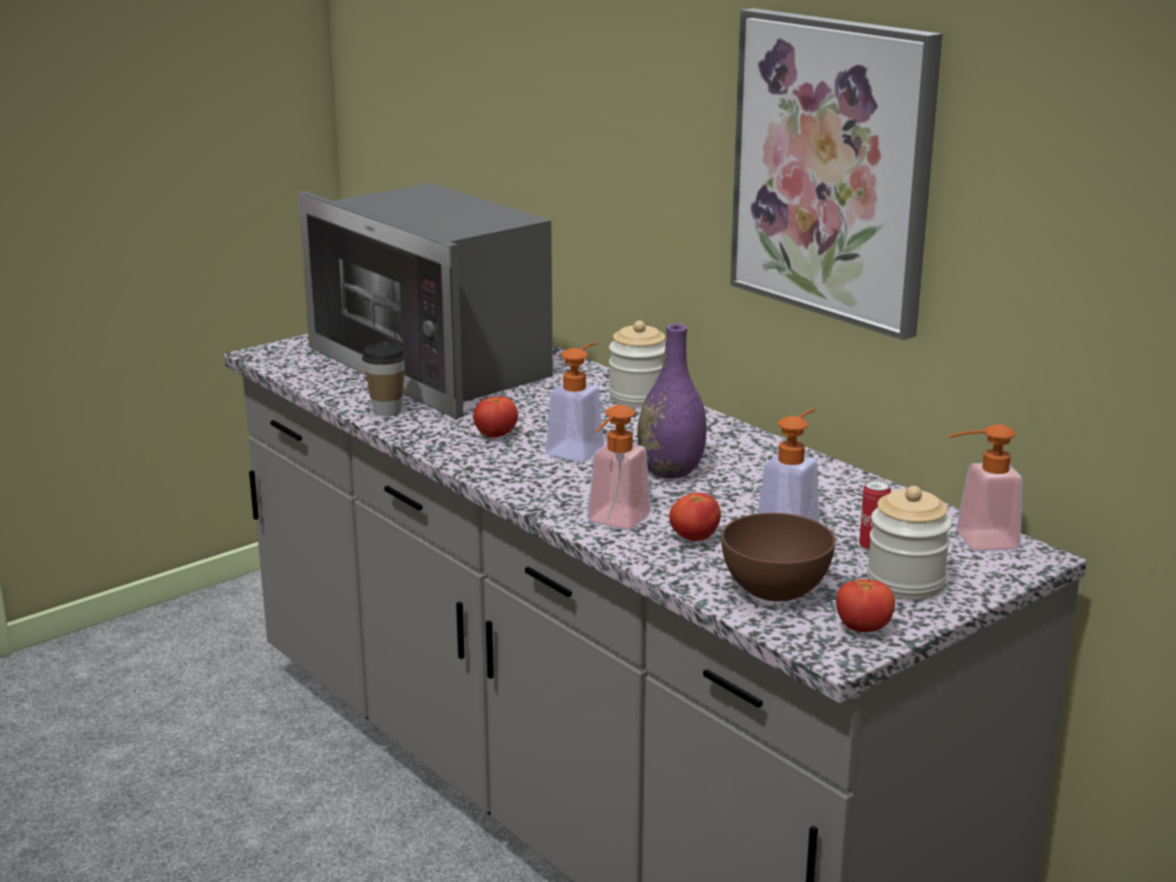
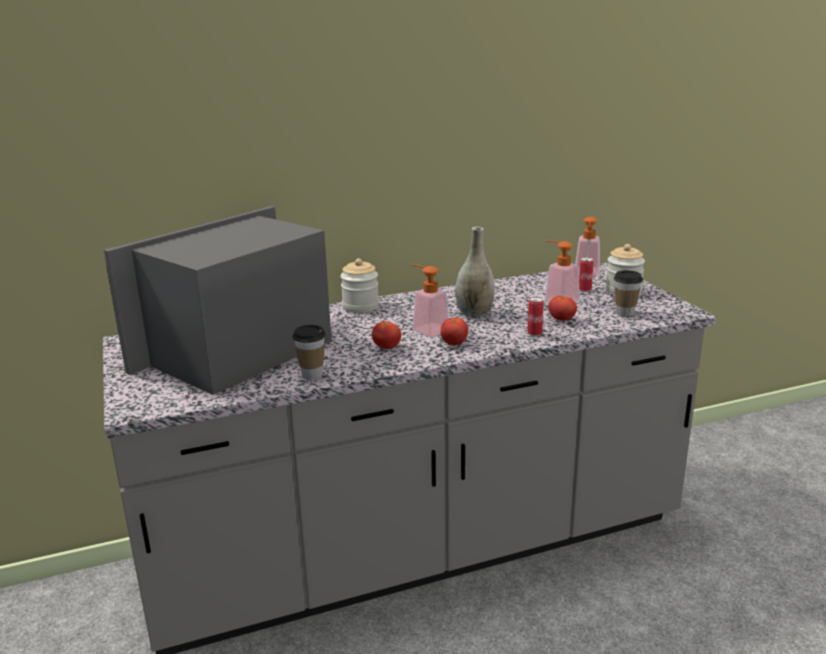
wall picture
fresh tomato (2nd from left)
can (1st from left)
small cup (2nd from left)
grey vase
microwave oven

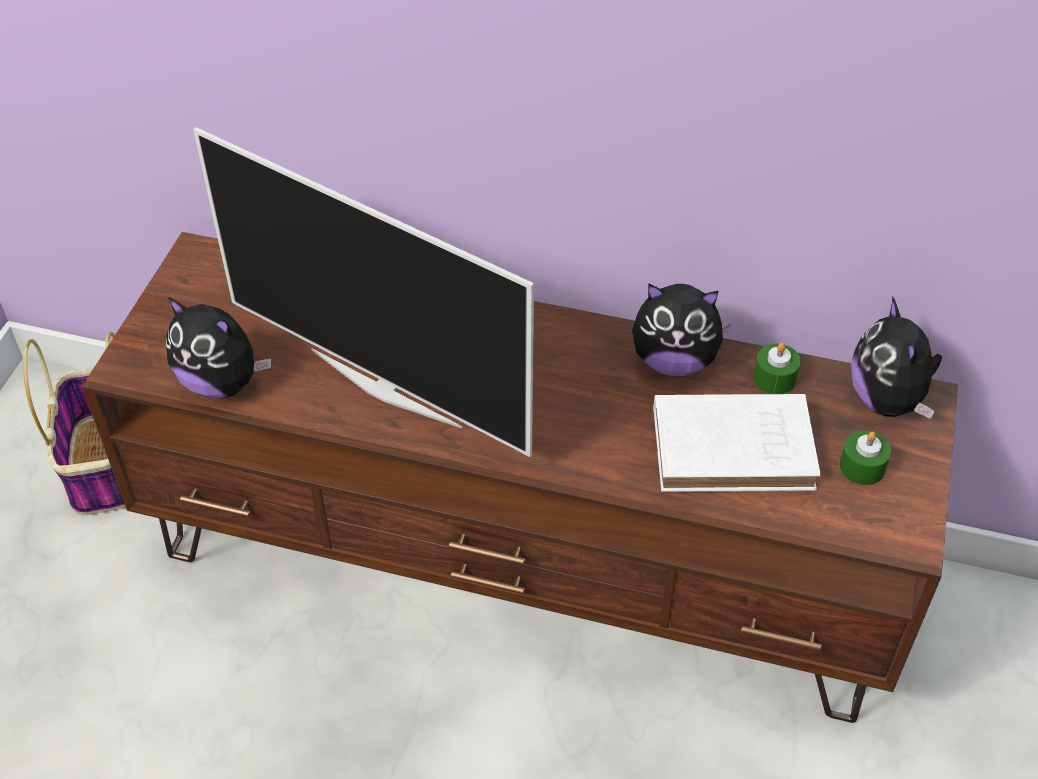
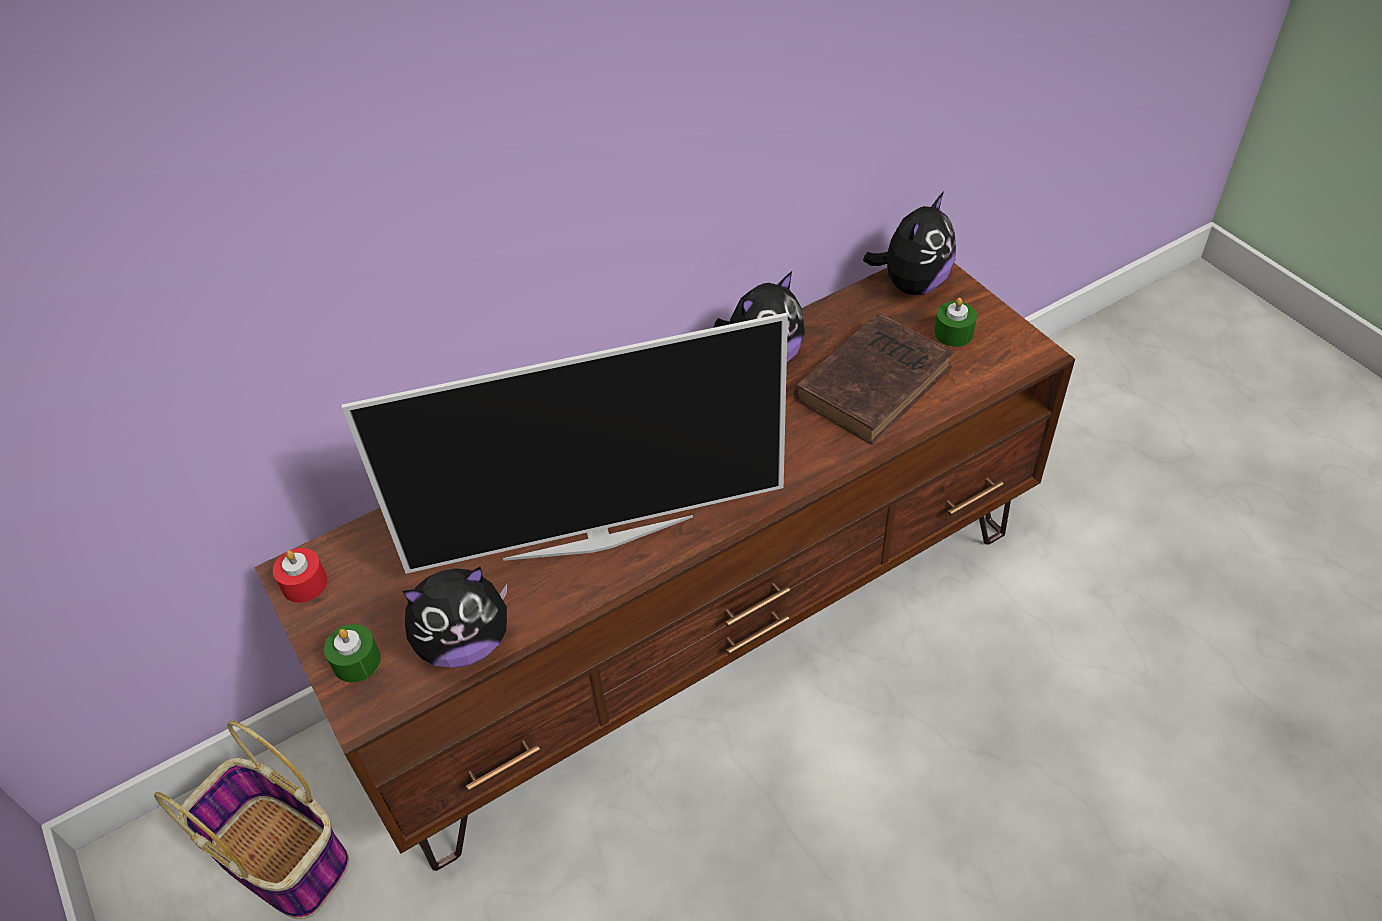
red-coloured wax light
green-coloured wax light (1st from left)
brown book
cuddly toy (3rd from left)

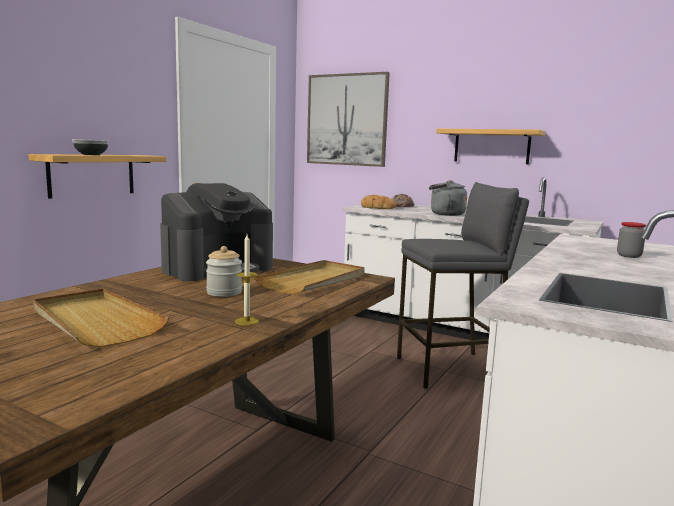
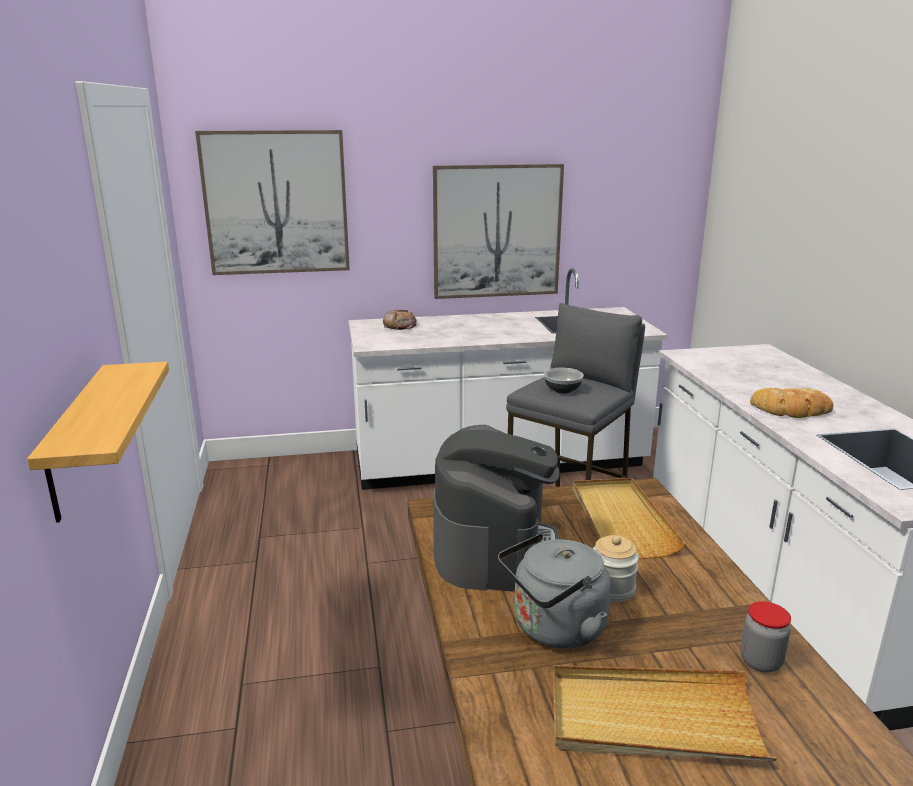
wax light
serving bowl
bread (2nd from left)
grey water kettle
storage jar (2nd from left)
wall picture (2nd from left)

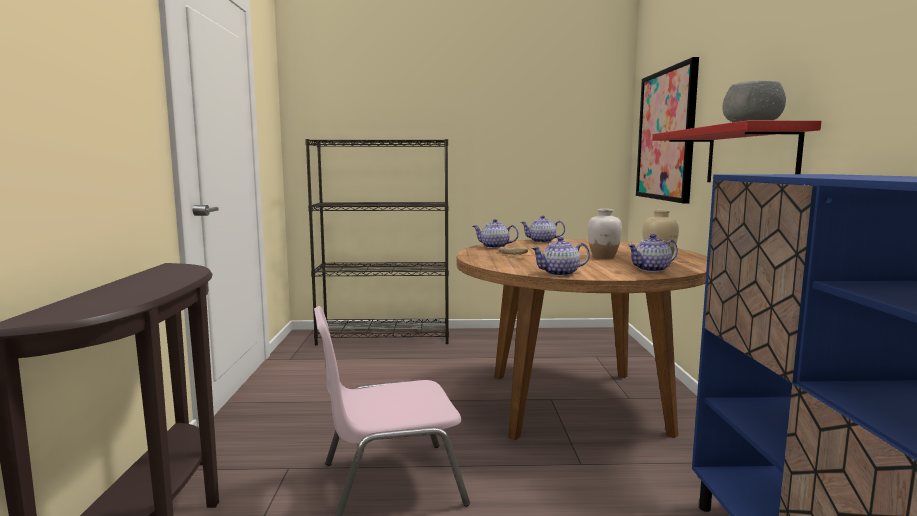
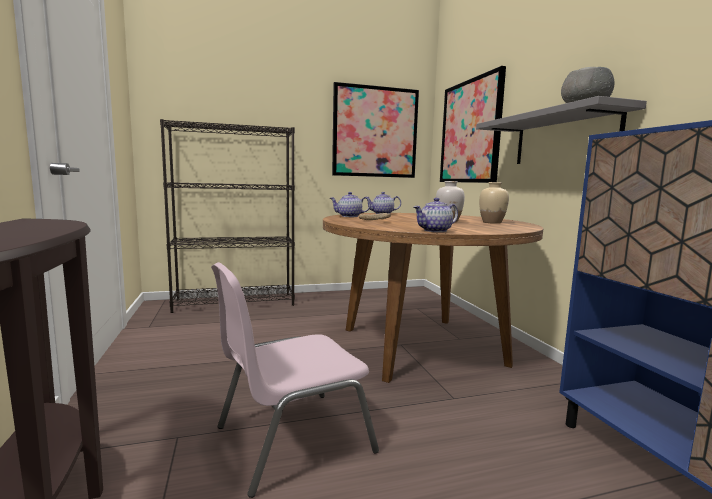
tea pot (4th from left in the first image)
wall picture (1st from left)
grey bracket shelf

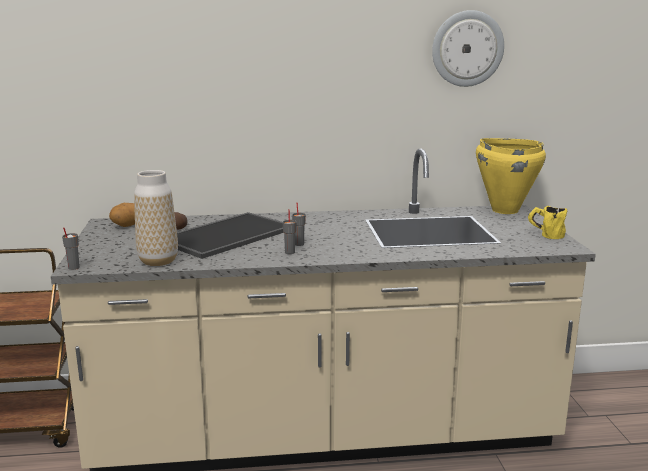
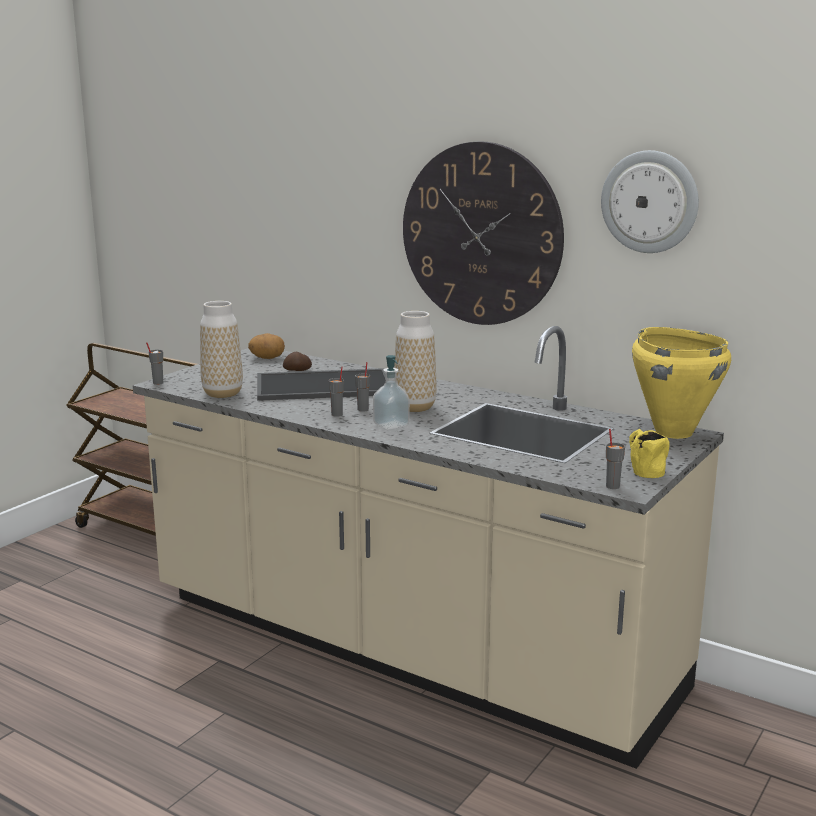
soap bottle
vase (2nd from left)
wall clock (1st from left)
grey small cup (4th from left)

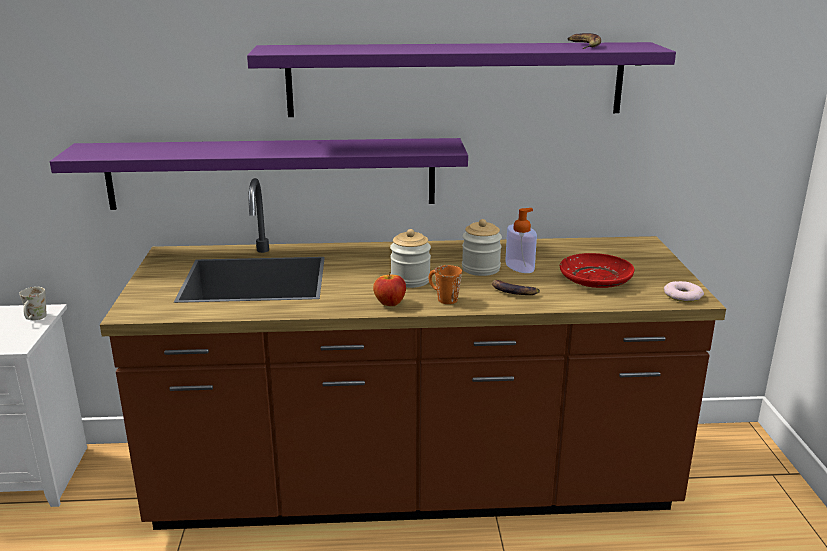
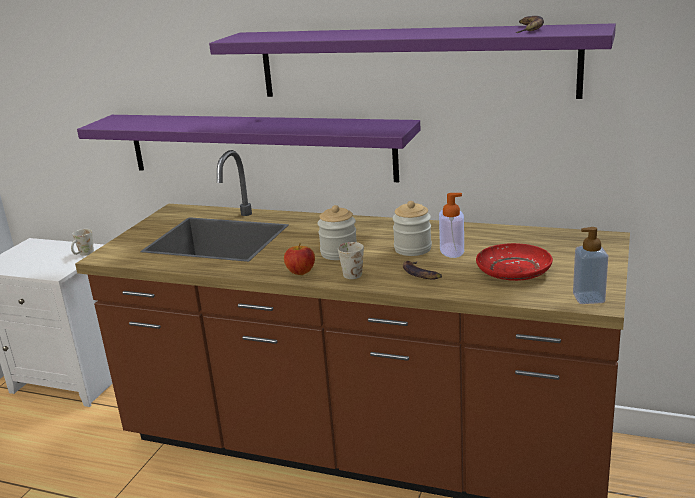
soap bottle (2nd from left)
whitish mug (2nd from left)

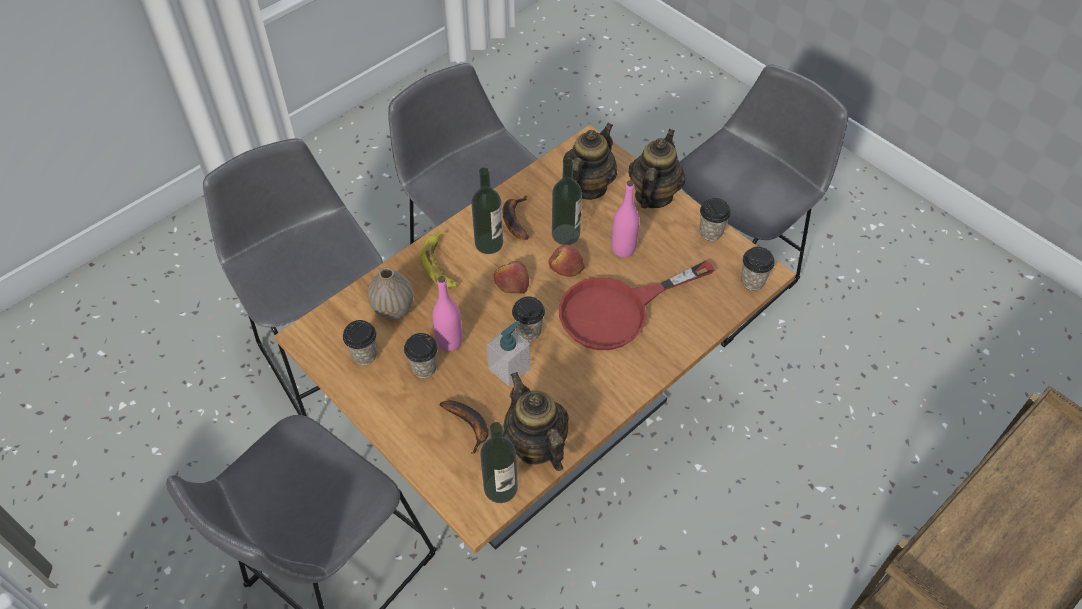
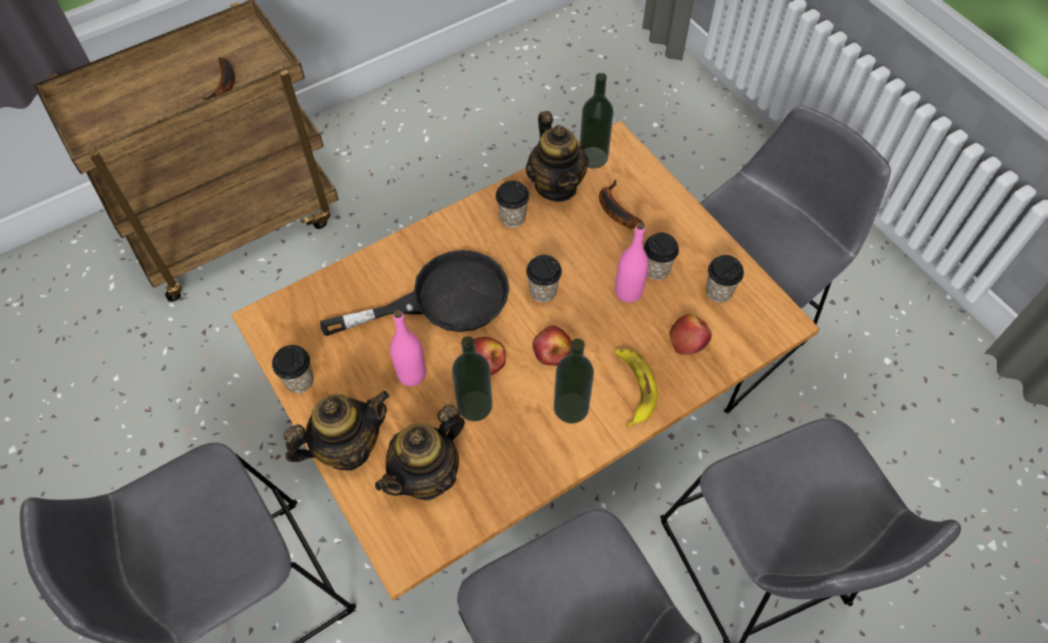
soap bottle
banana (1st from left)
small cup (2nd from left)
whole apple (3rd from left)
black-coloured pan
tea pot (1st from left)

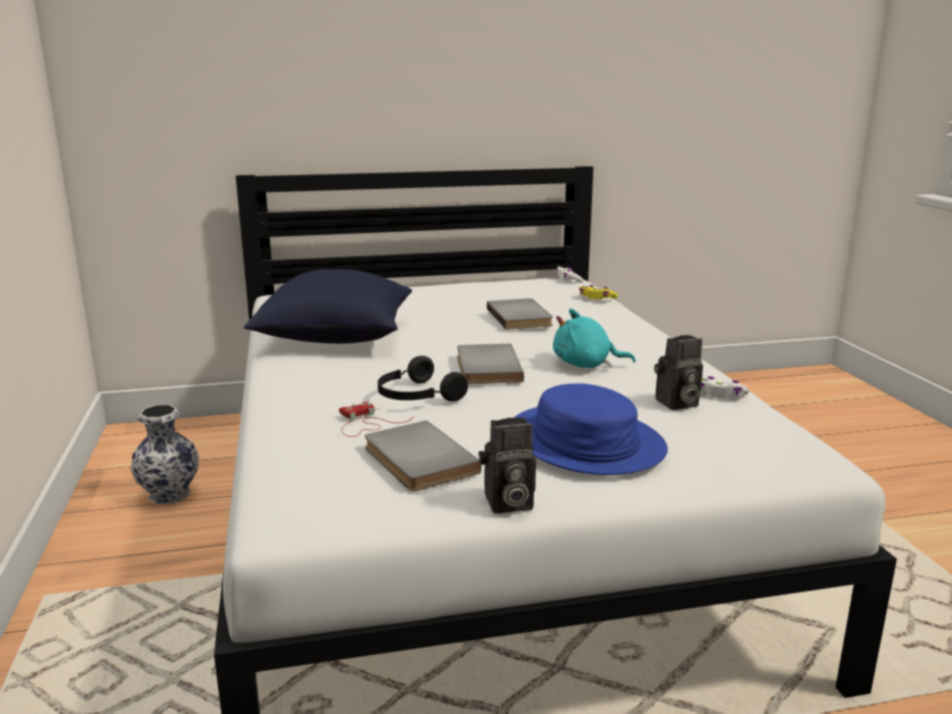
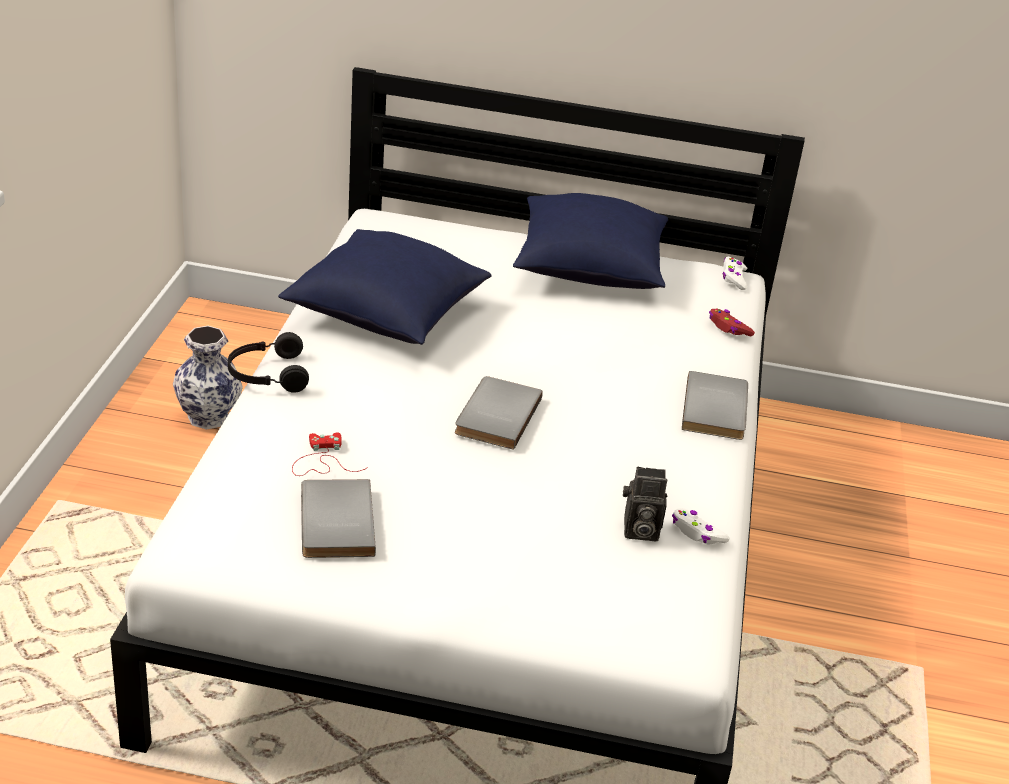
photo camera (1st from left in the first image)
bluish wearable hat
blue-green cuddly toy
bluish throw pillow (2nd from left)
black-coloured headphones
grey book (3rd from left)
red-coloured gamepad (2nd from left)

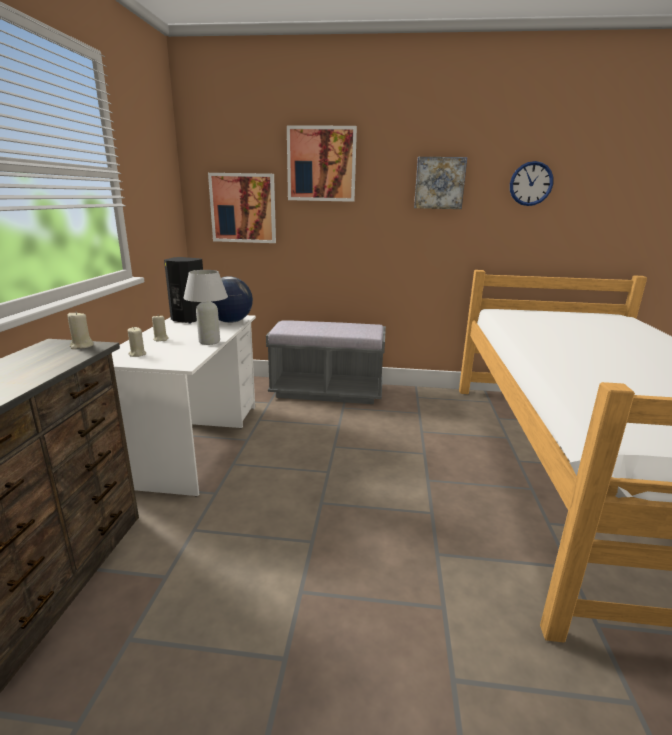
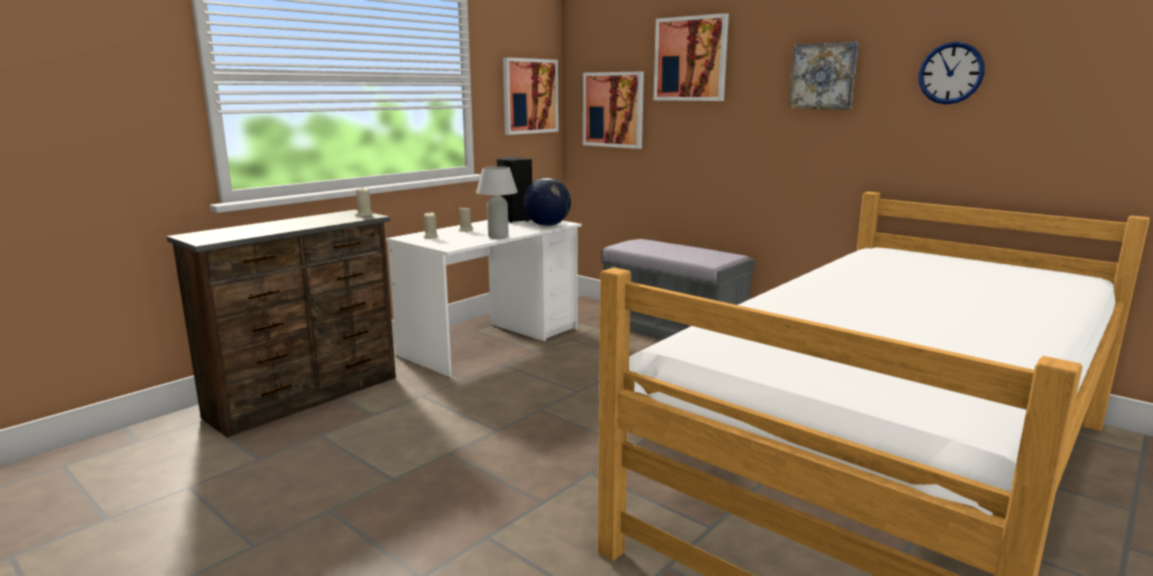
wall picture (1st from left)

